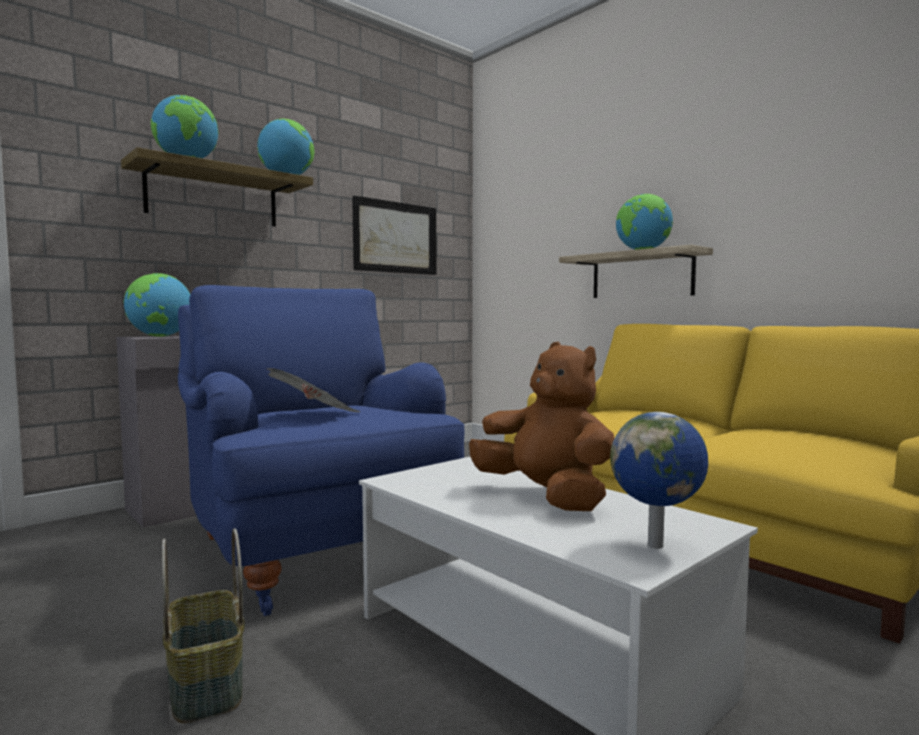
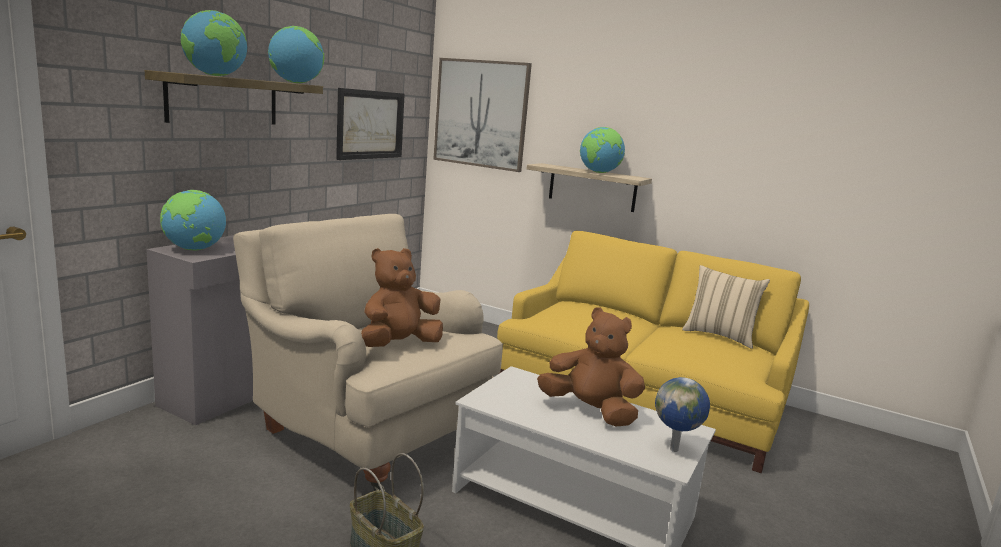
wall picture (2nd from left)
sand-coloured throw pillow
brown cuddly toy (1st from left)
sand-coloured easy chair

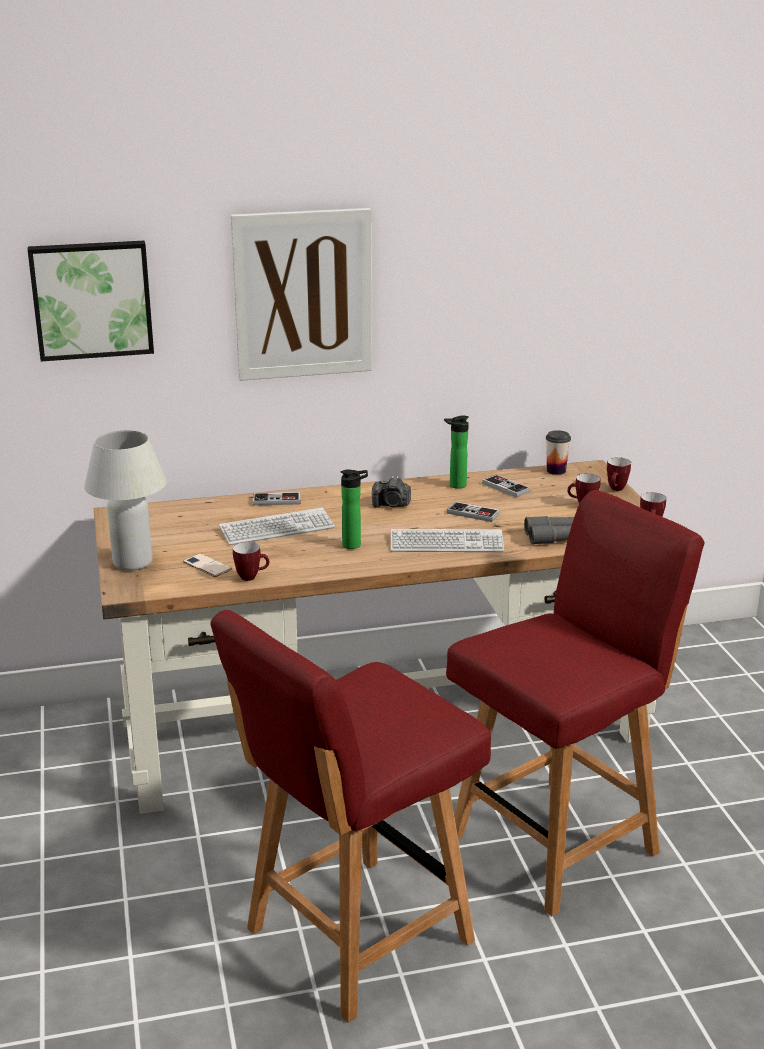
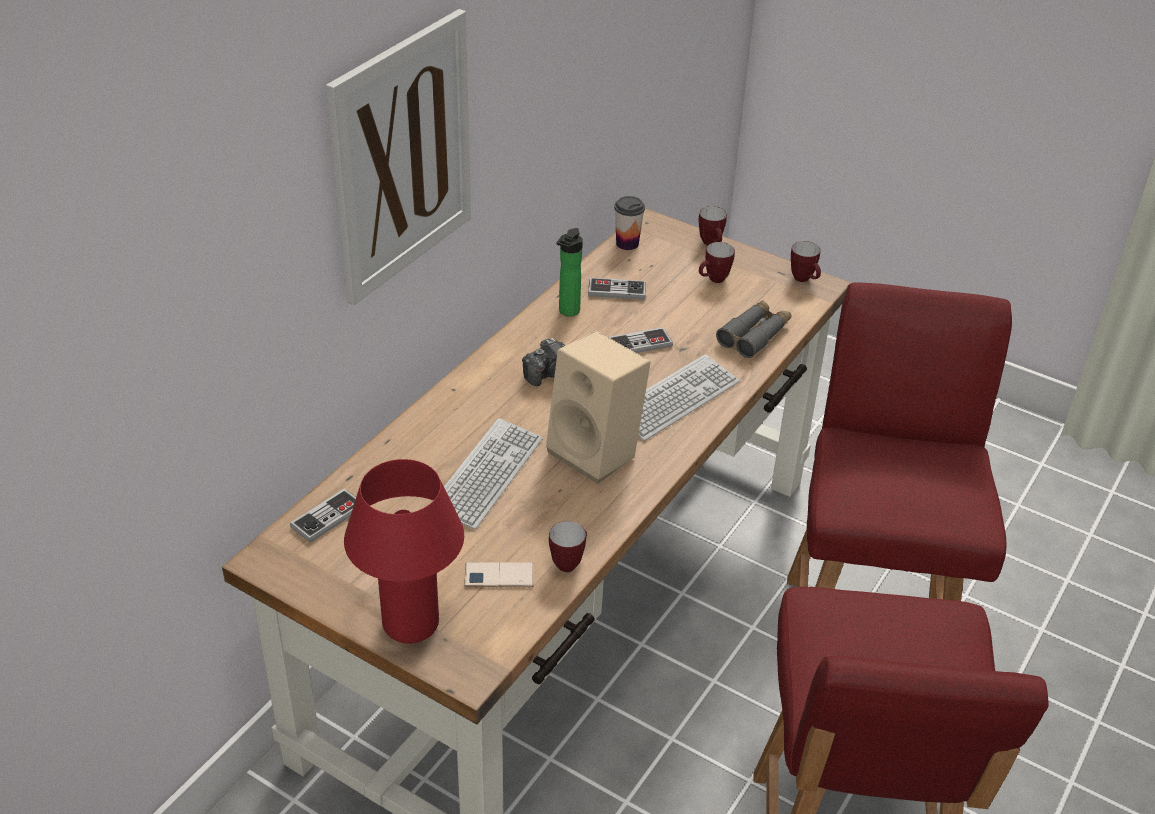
wall picture (1st from left in the first image)
gamepad (1st from left)
sand-coloured loudspeaker
red-coloured table lamp

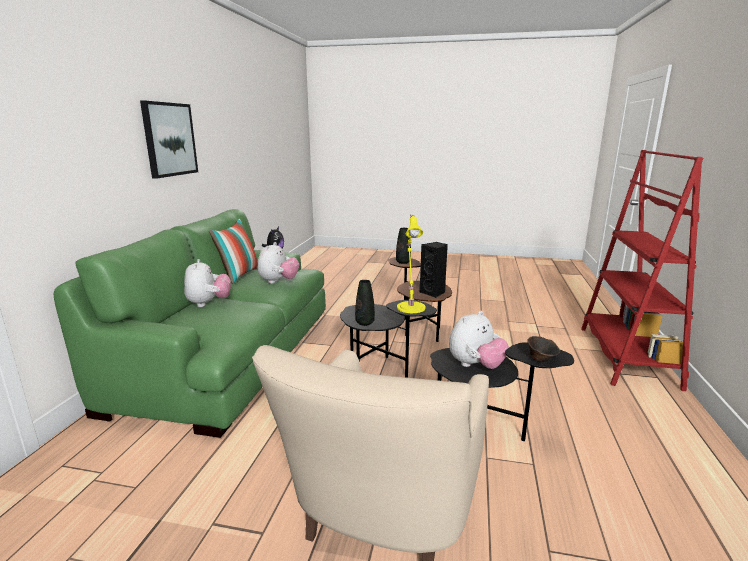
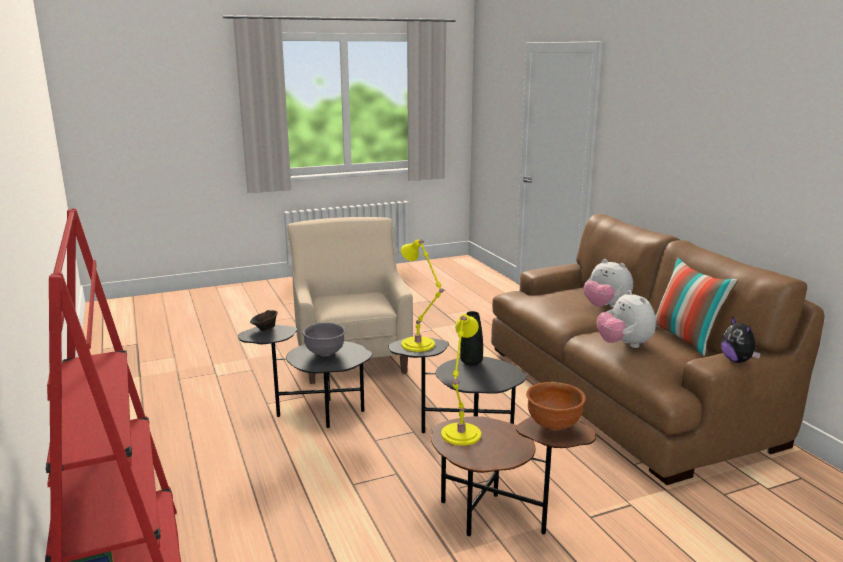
wall picture
brown serving bowl (2nd from left)
yellow table lamp (2nd from left)
grey serving bowl
brown sofa

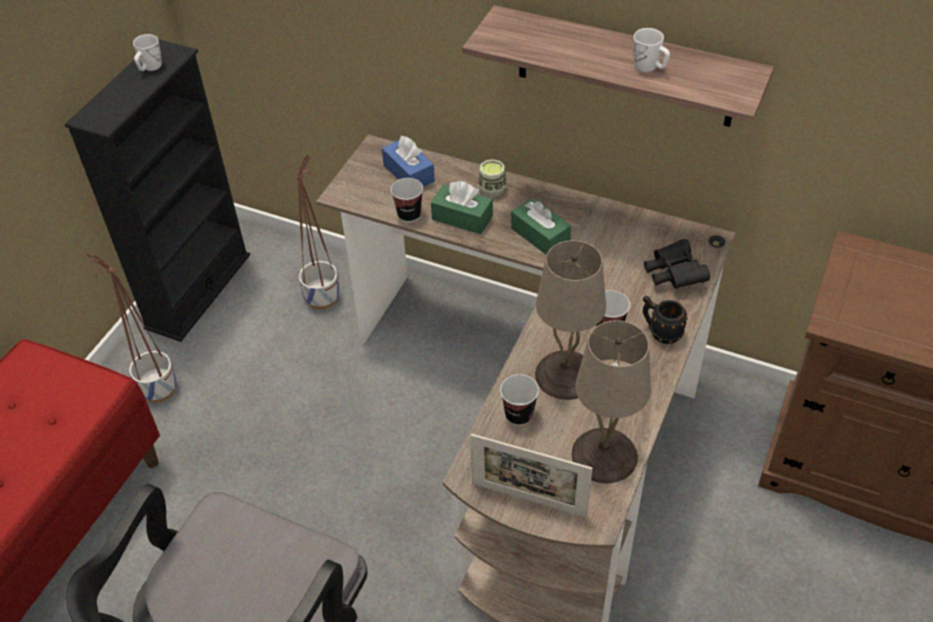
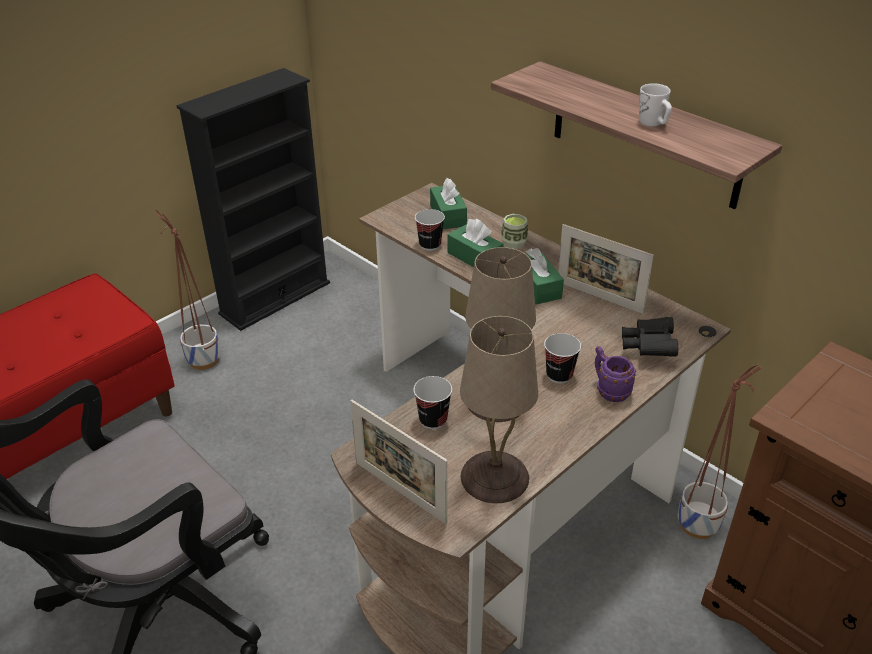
whitish mug (1st from left in the first image)
photo frame (2nd from left)
flower pot (2nd from left)
green-coloured box of tissues (1st from left)
purple-coloured mug

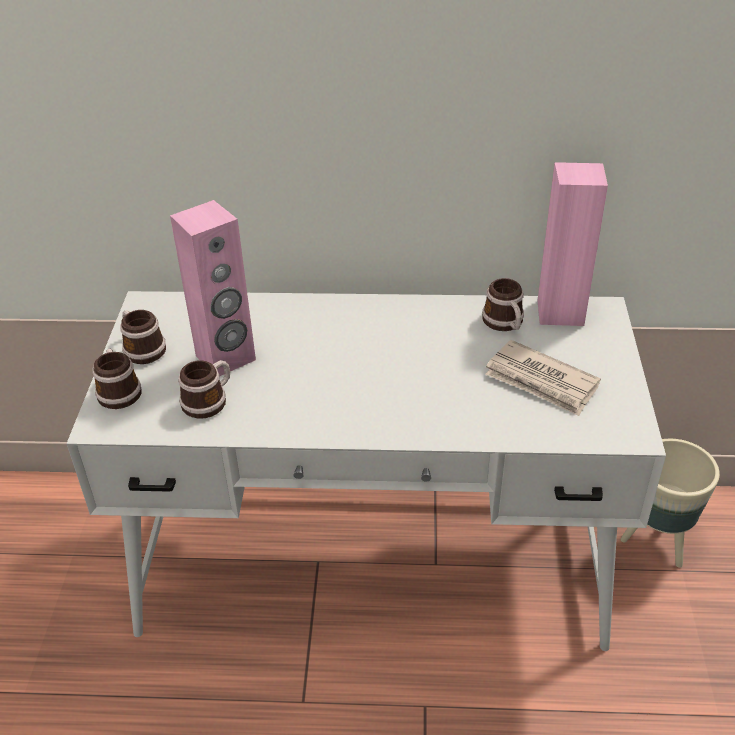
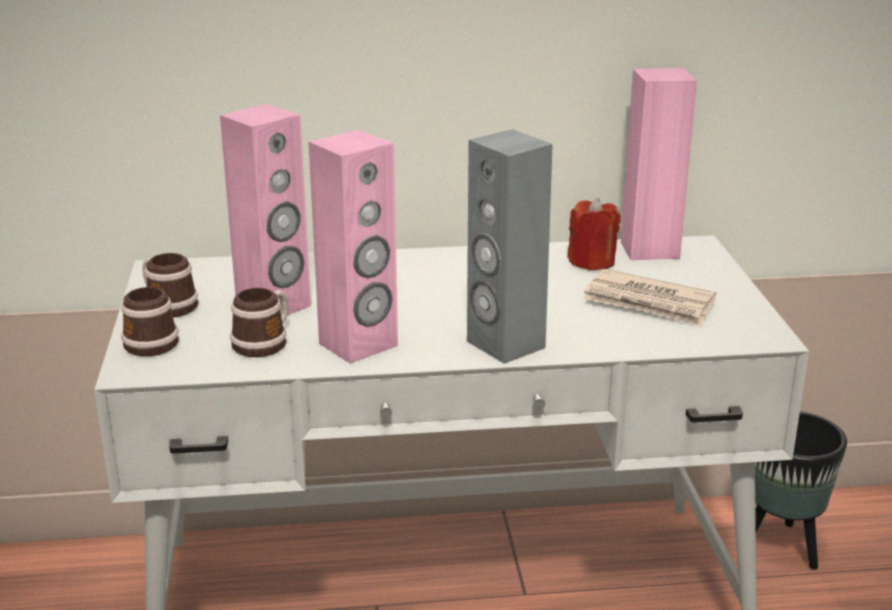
pink loudspeaker (2nd from left)
grey loudspeaker
red-coloured wax light
black-coloured flower pot

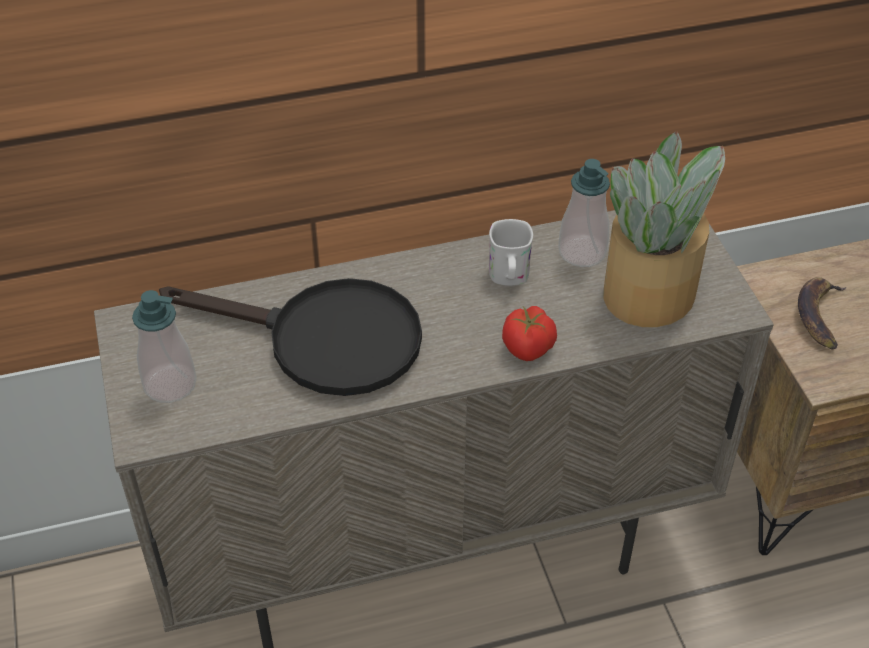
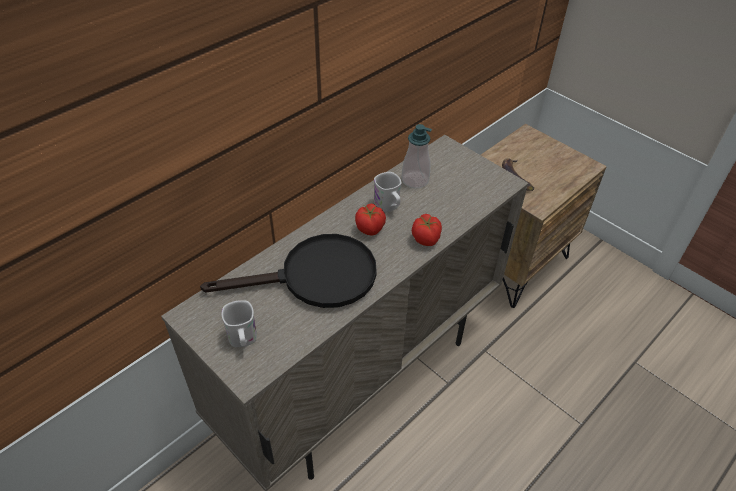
plant in a pot
fresh tomato (1st from left)
whitish mug (1st from left)

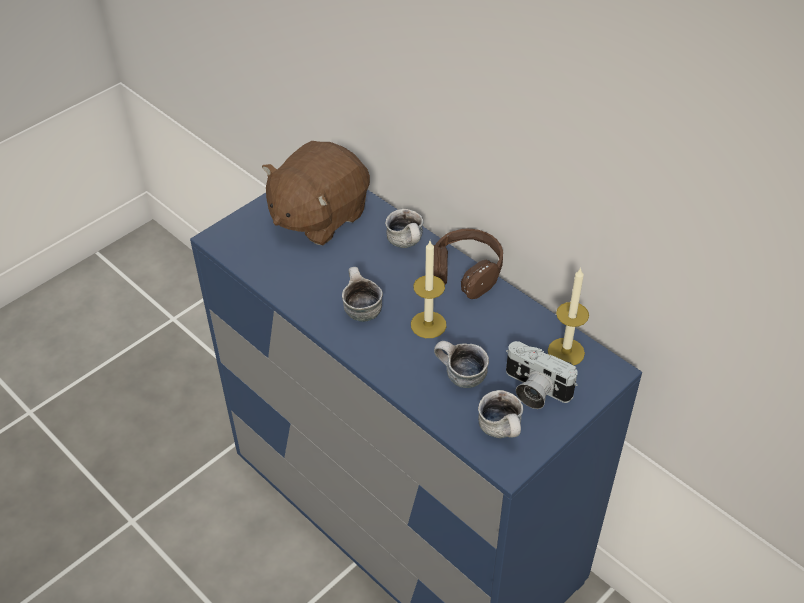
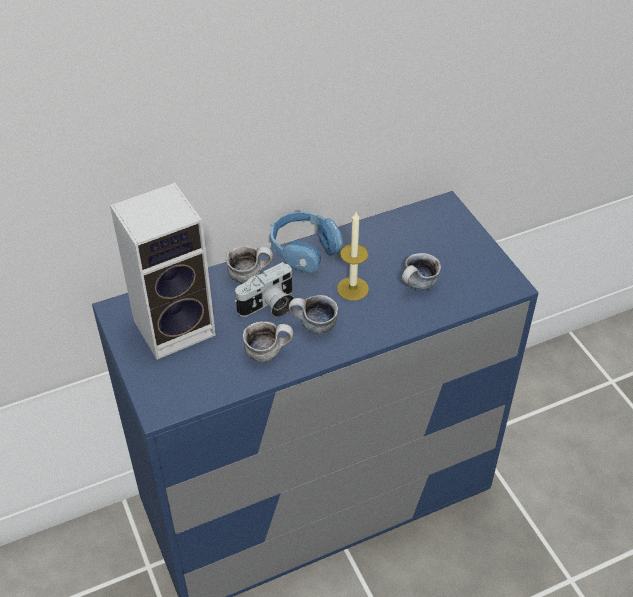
wax light (2nd from left in the first image)
mug (2nd from left)
photo camera
loudspeaker
bluish headphones

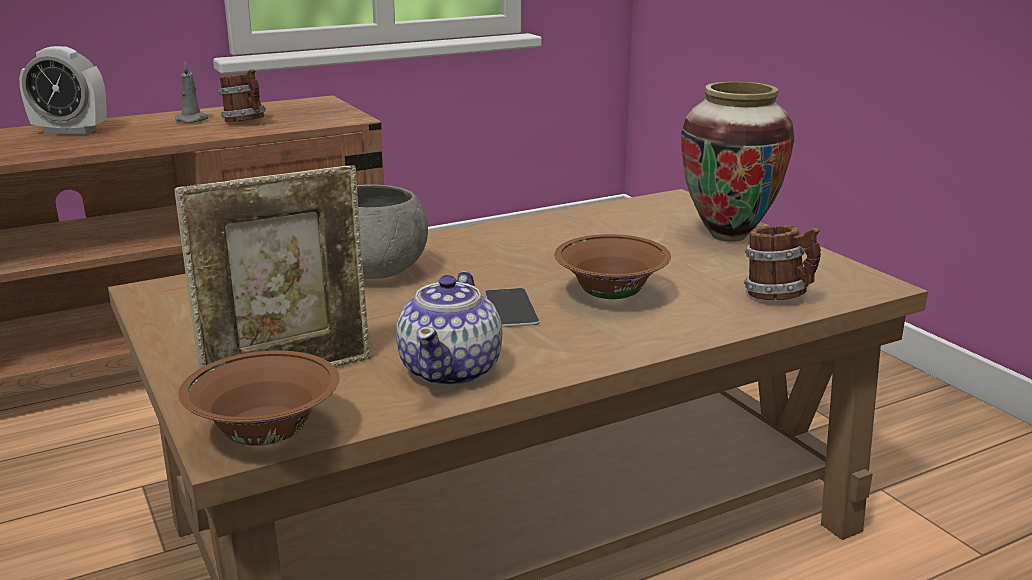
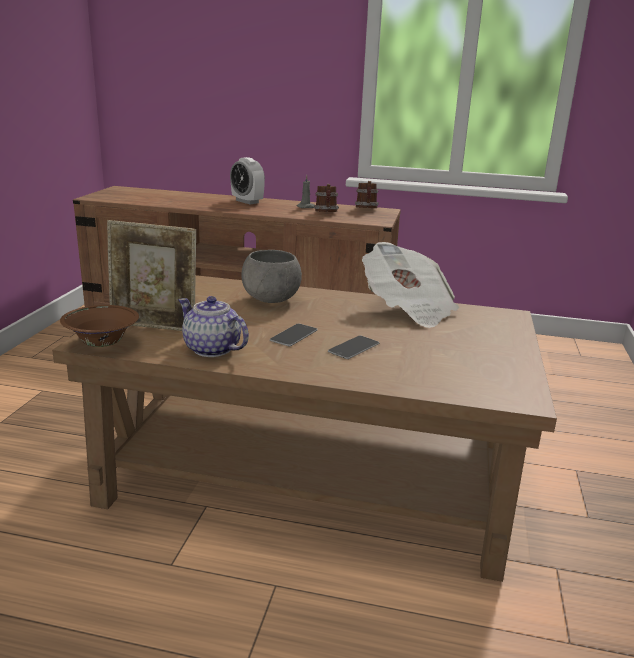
vase
daily paper
mug (2nd from left)
telephone (2nd from left)
tea pot

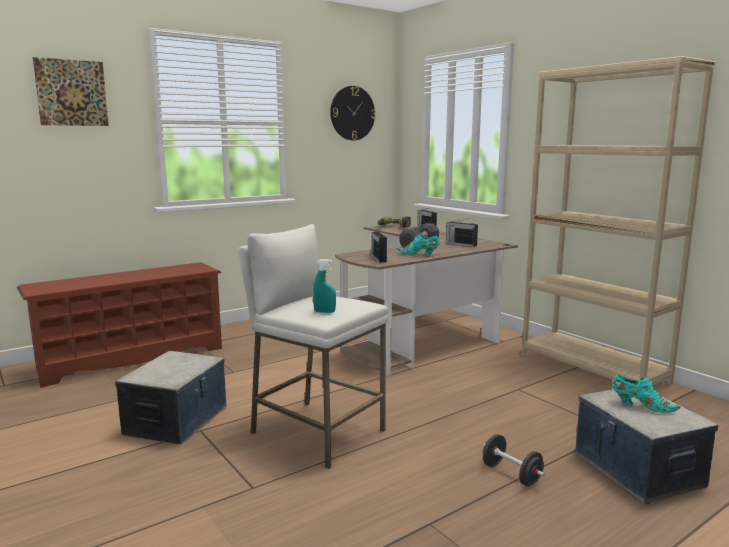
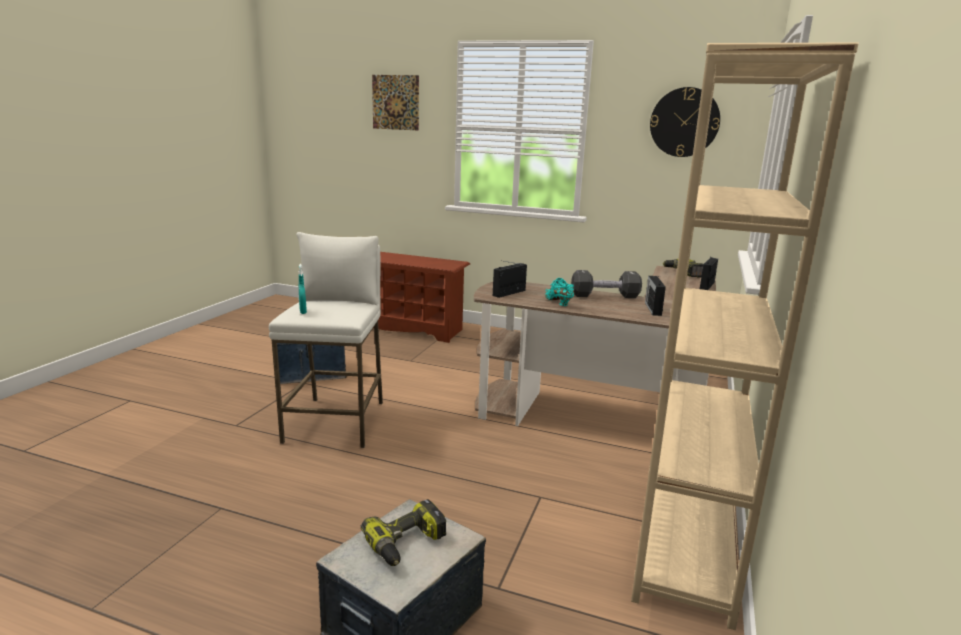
black-coloured dumbbell (2nd from left in the first image)
electric drill (1st from left)

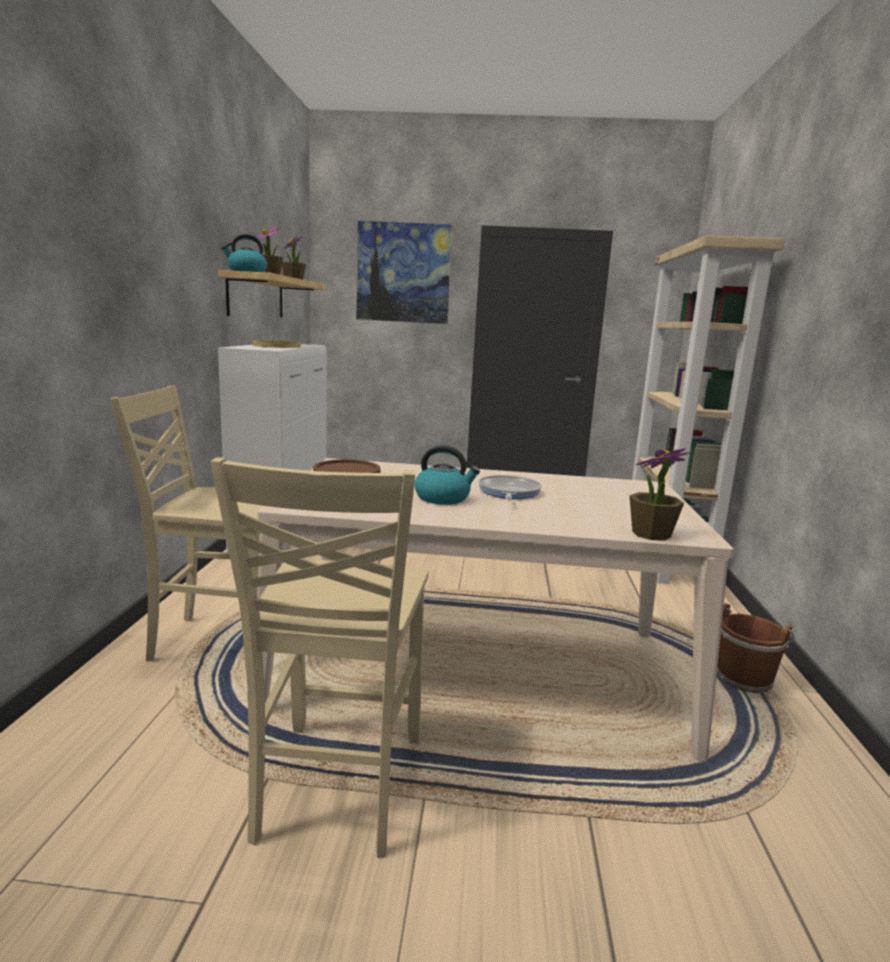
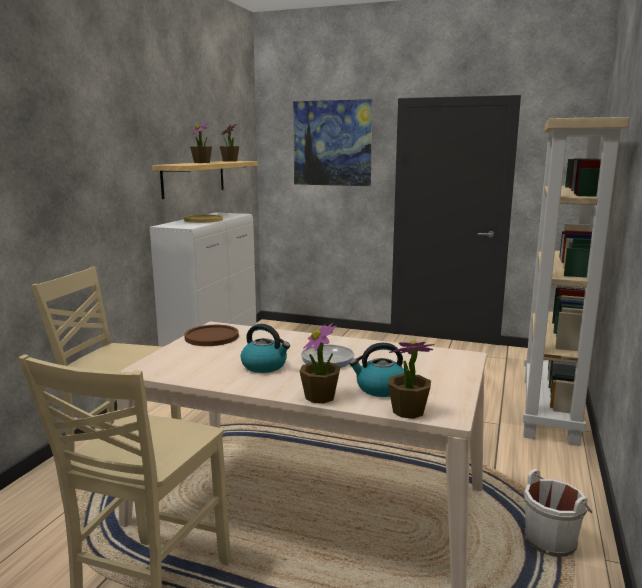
plant in a pot (3rd from left)
water kettle (2nd from left)
whitish pail

